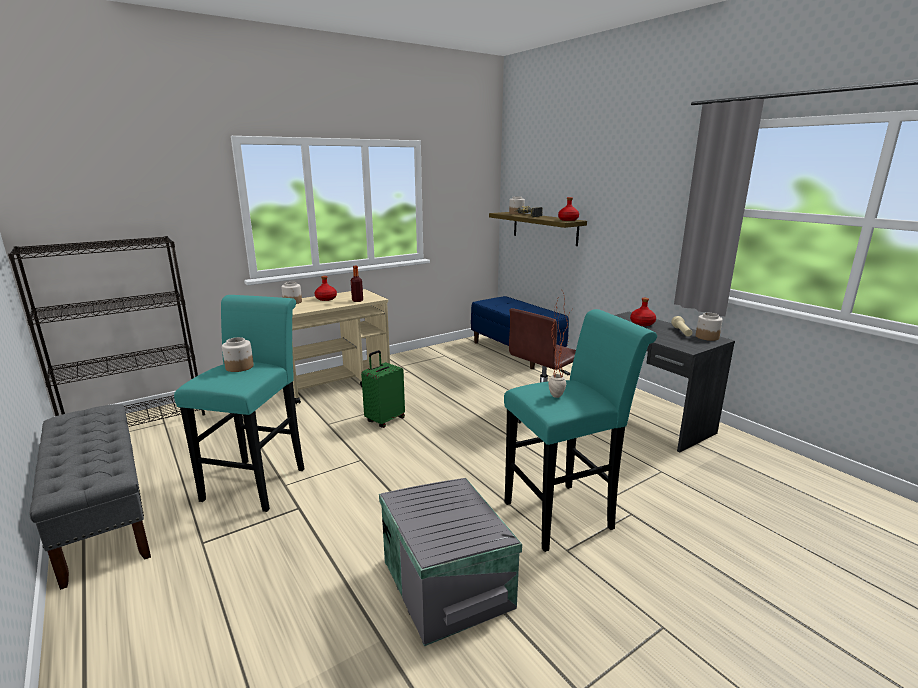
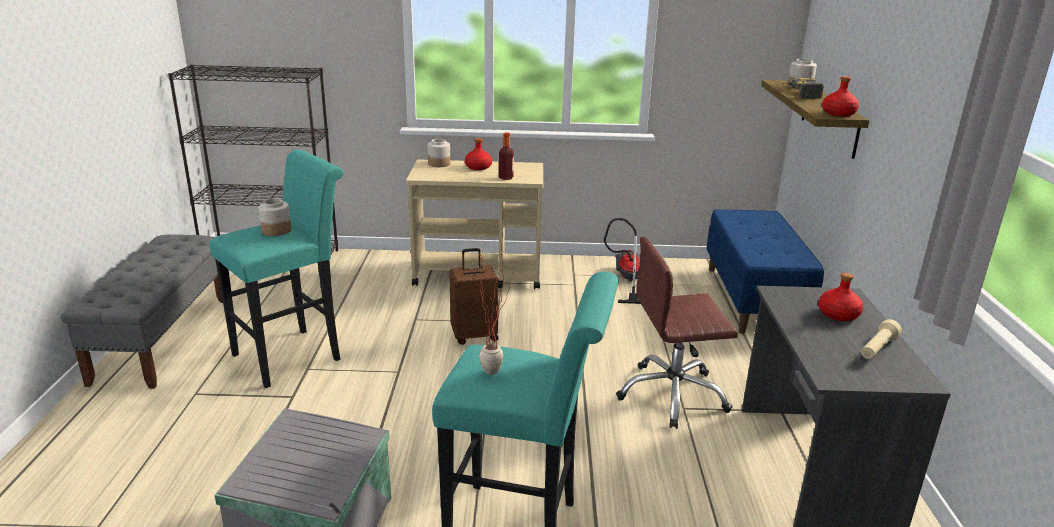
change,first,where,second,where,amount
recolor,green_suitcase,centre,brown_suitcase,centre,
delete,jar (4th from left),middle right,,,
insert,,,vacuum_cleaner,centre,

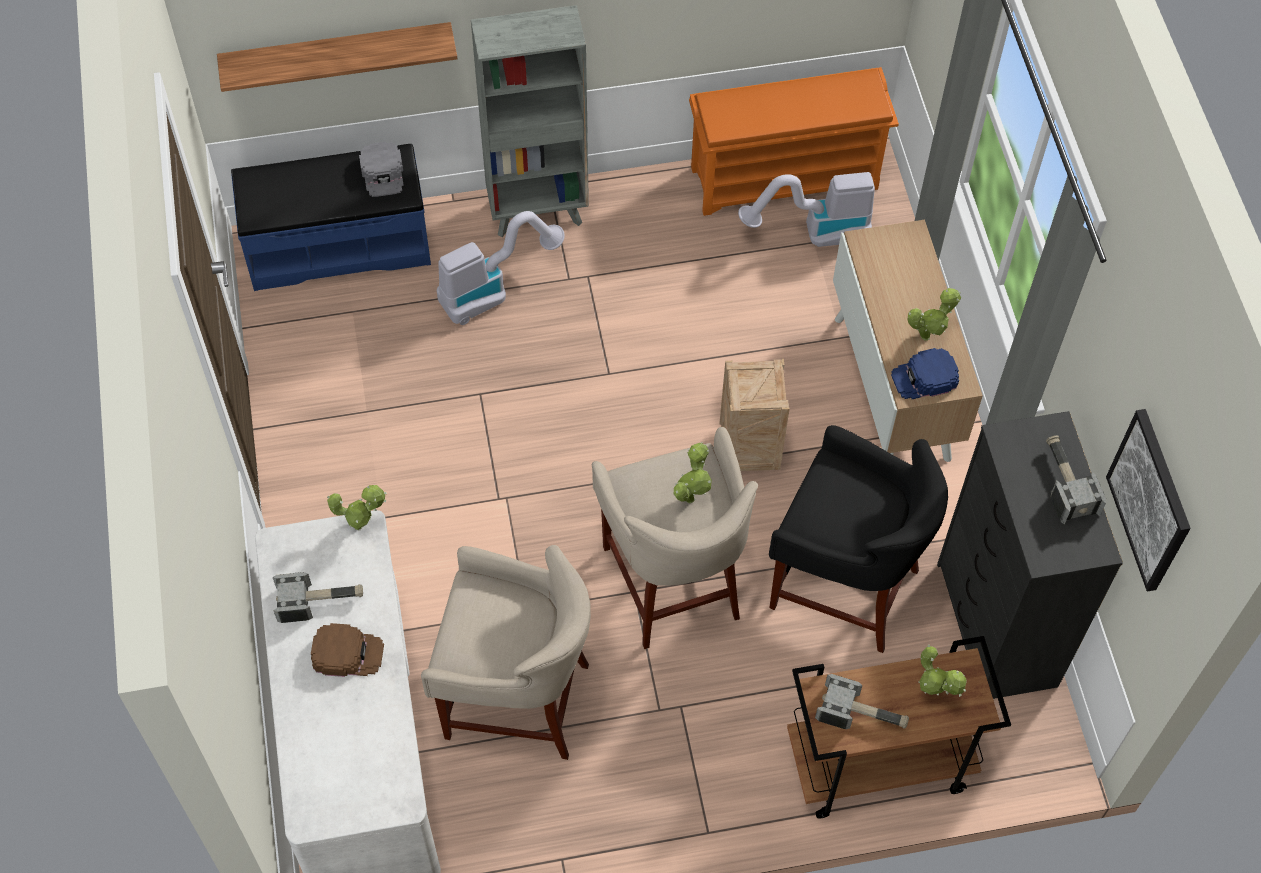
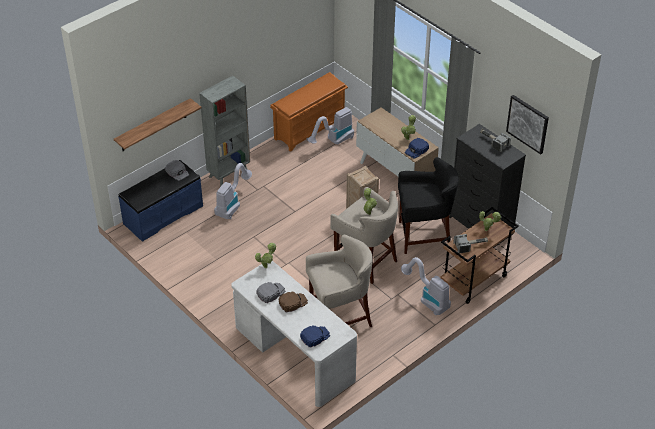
change,first,where,second,where,amount
replace,hammer (1st from left),bottom left,grey_cap (2nd from left),bottom centre,
insert,,,blue_cap (1st from left),bottom centre,
insert,,,vacuum_cleaner (3rd from left),bottom centre,

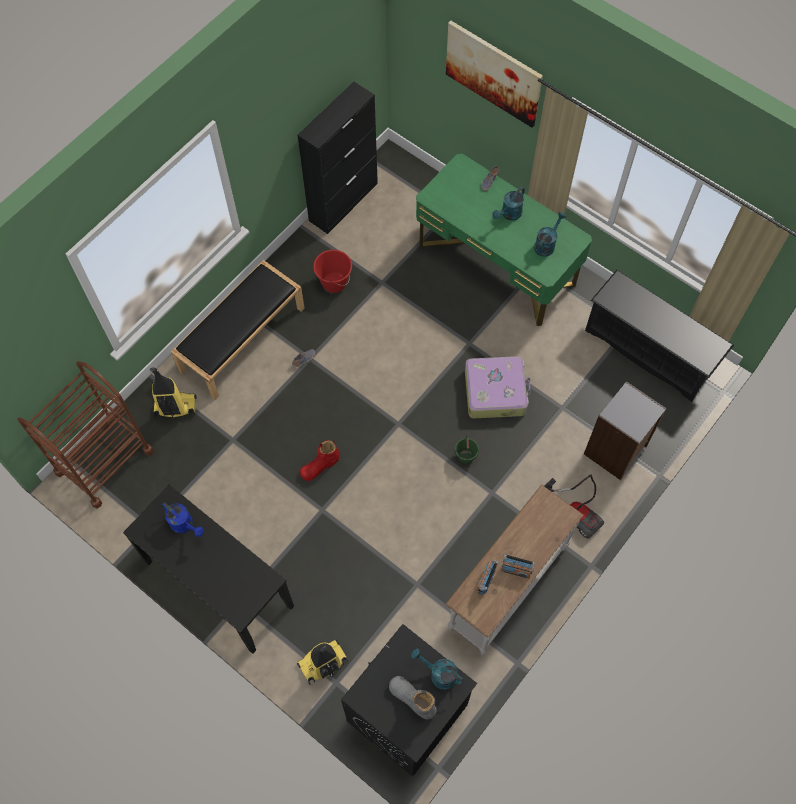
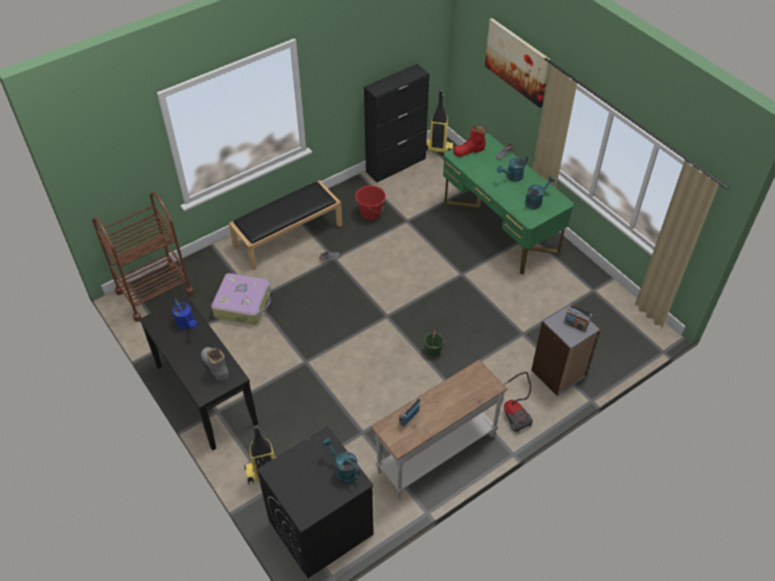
change,first,where,second,where,amount
move,vacuum_cleaner (1st from left in the first image),middle left,vacuum_cleaner (2nd from left),top centre,
move,red_boot,centre,,top centre,
move,grey_boot,bottom centre,,middle left,
move,suitcase,centre,,middle left,
move,radio (2nd from left),bottom centre,,middle right,
delete,black_shoe_rack,middle right,,,

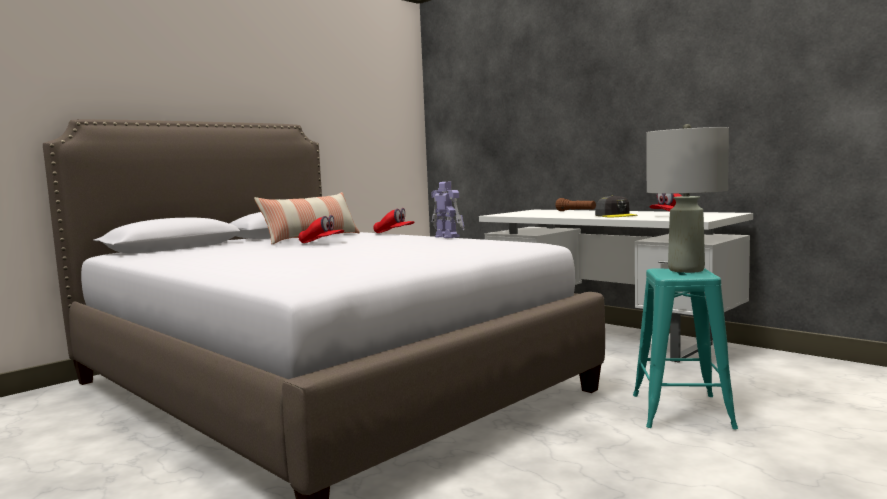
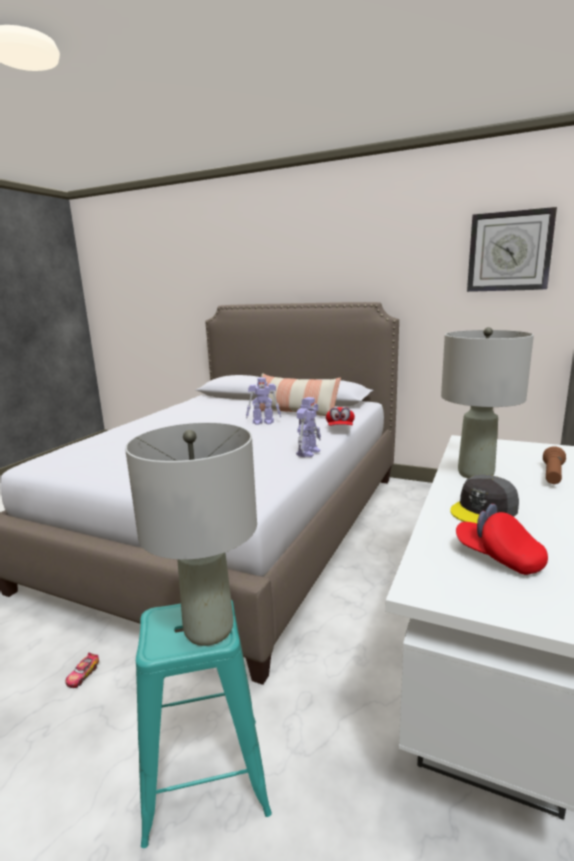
change,first,where,second,where,amount
replace,red_cap (1st from left),centre,toy_robot (1st from left),centre,
insert,,,toy_car,bottom left,
insert,,,grey_table_lamp (2nd from left),middle right,
insert,,,wall_clock,top right,

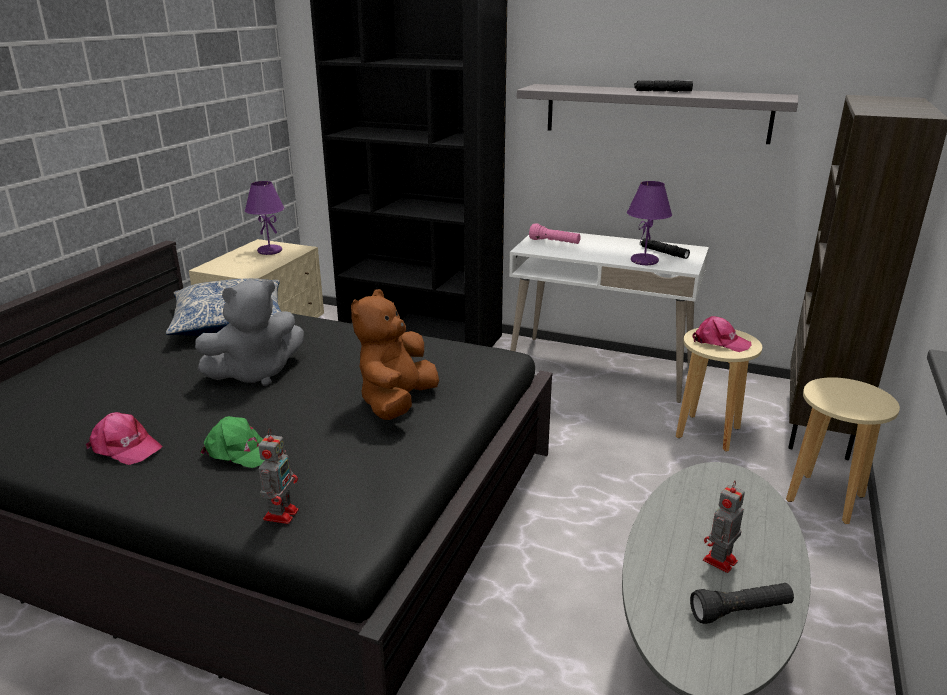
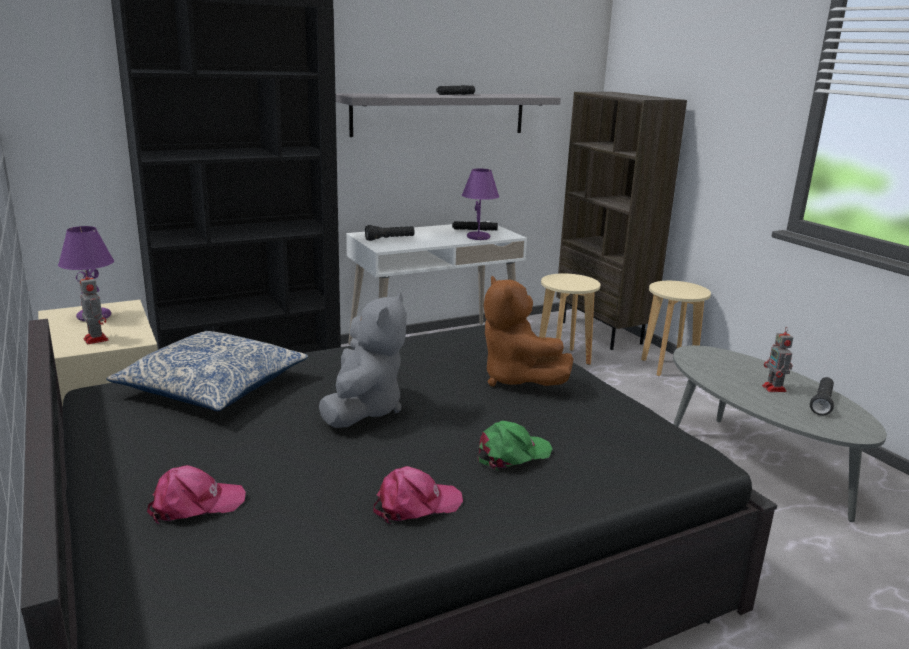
change,first,where,second,where,amount
move,toy_robot (1st from left),bottom left,,middle left,
recolor,pink_flashlight,centre,black_flashlight (1st from left),centre,
move,pink_cap (2nd from left in the first image),middle right,pink_cap (1st from left),bottom left,

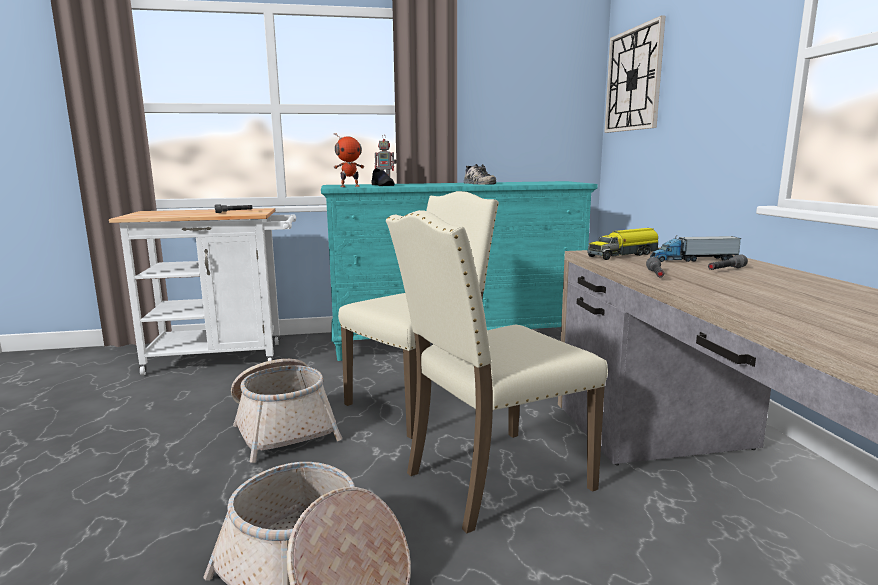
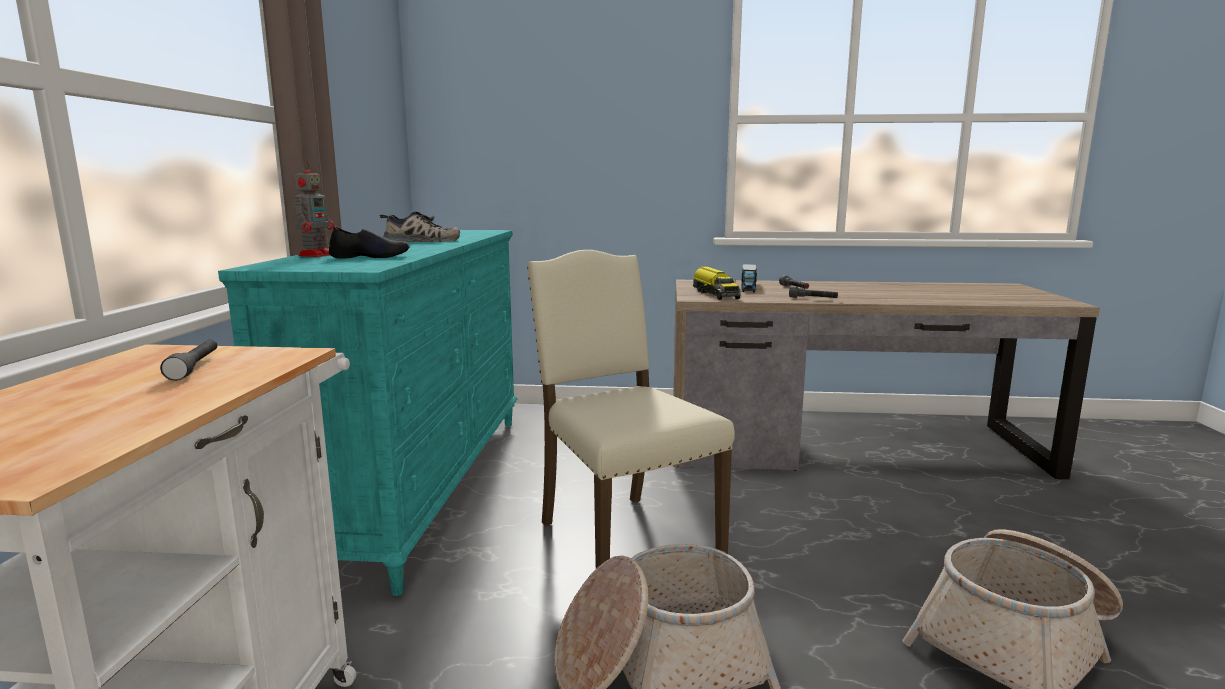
change,first,where,second,where,amount
delete,toy_robot (1st from left),top centre,,,
delete,beige_chair (2nd from left),centre,,,
delete,wall_clock,top right,,,

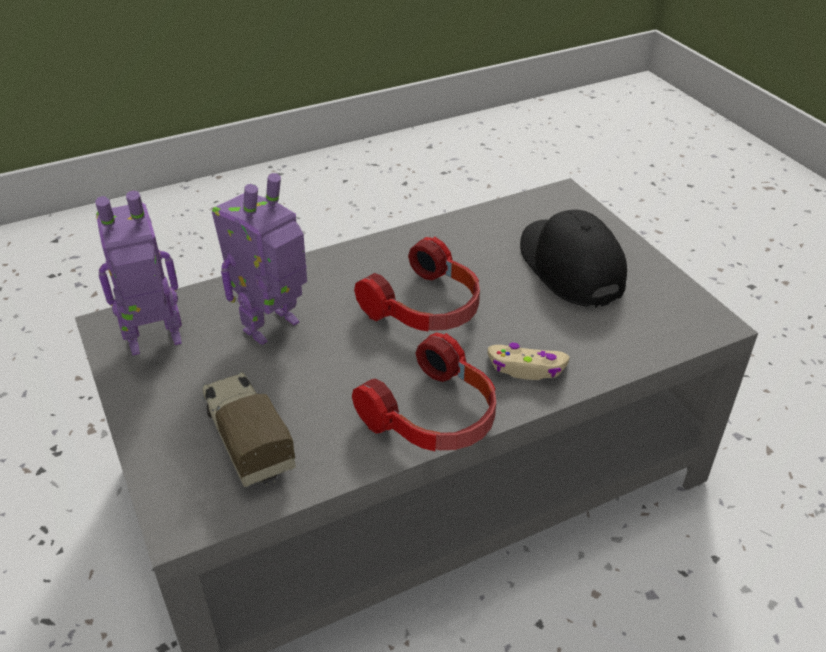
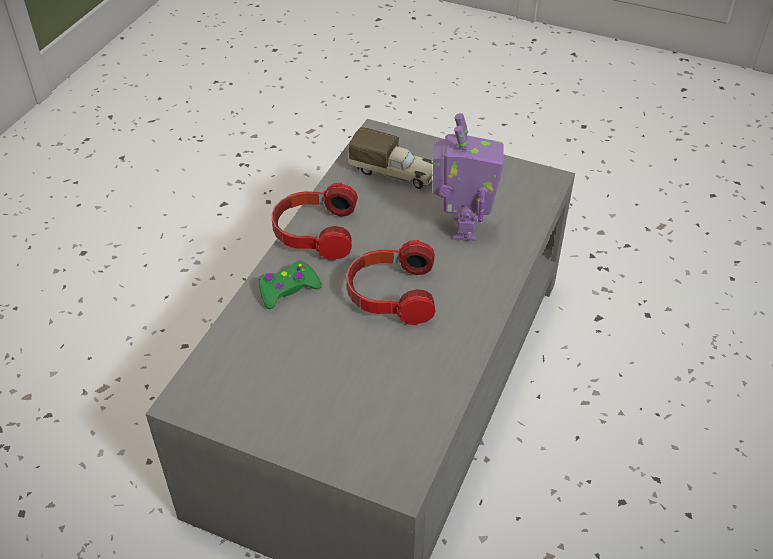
change,first,where,second,where,amount
delete,toy_robot (1st from left),middle left,,,
recolor,beige_game_controller,centre,green_game_controller,centre,
delete,black_cap,middle right,,,

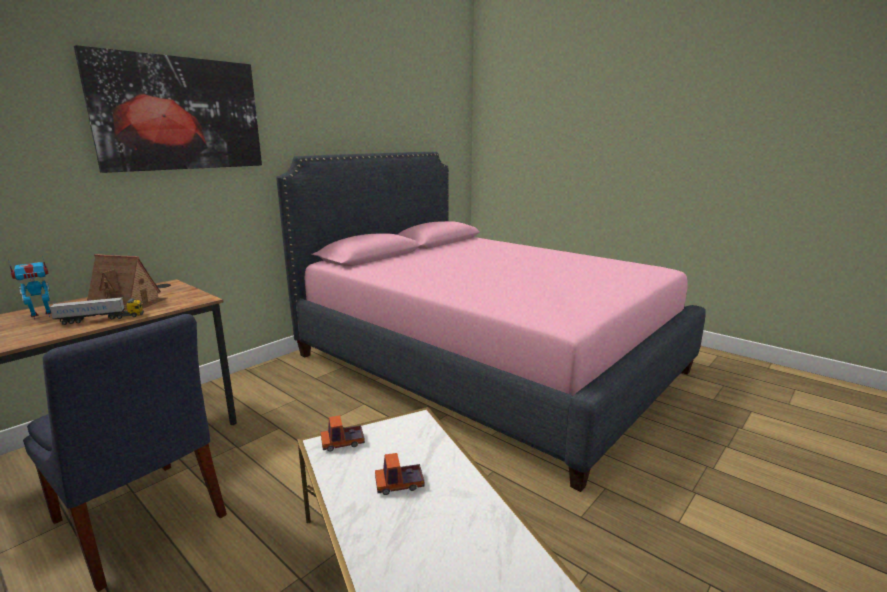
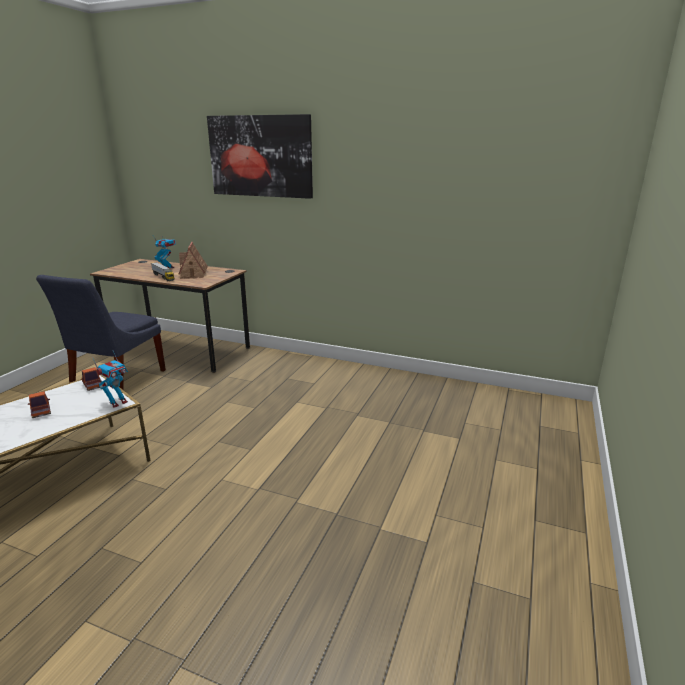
change,first,where,second,where,amount
delete,pink_bed,centre,,,
insert,,,toy_robot (1st from left),middle left,

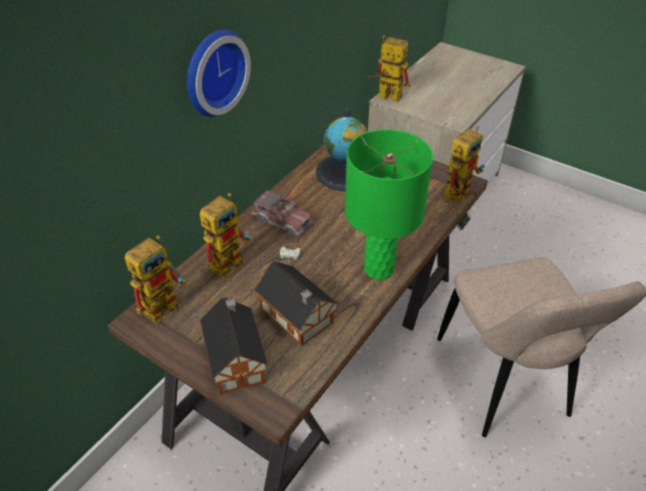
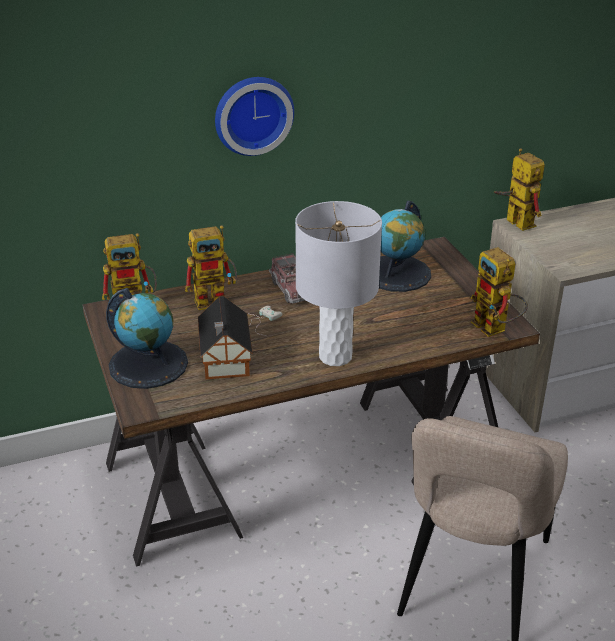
change,first,where,second,where,amount
replace,toy_house (1st from left),bottom centre,globe (1st from left),middle left,
recolor,green_table_lamp,centre,grey_table_lamp,centre,
rotate,toy_robot (4th from left in the first image),middle right,toy_robot (3rd from left),middle right,75 degrees clockwise

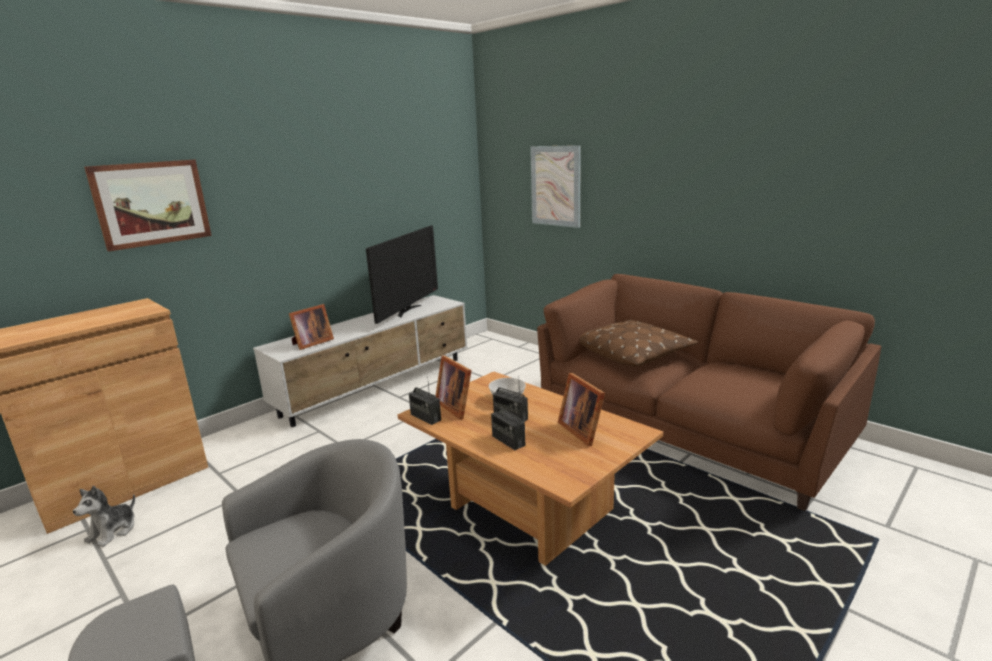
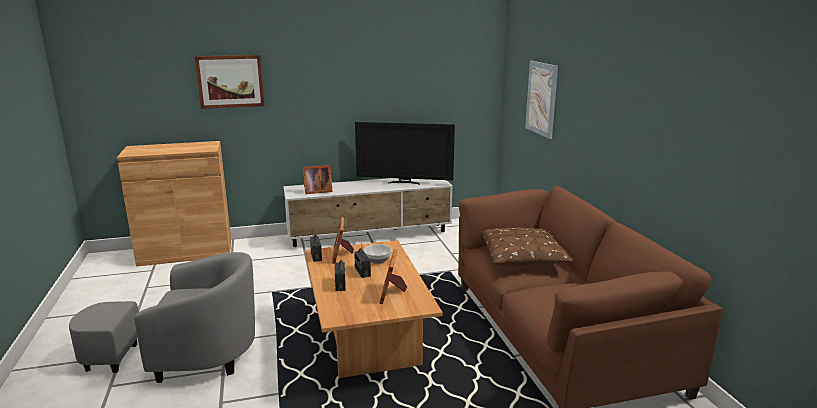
change,first,where,second,where,amount
delete,plush_toy,bottom left,,,
rotate,television,centre,,centre,45 degrees clockwise

